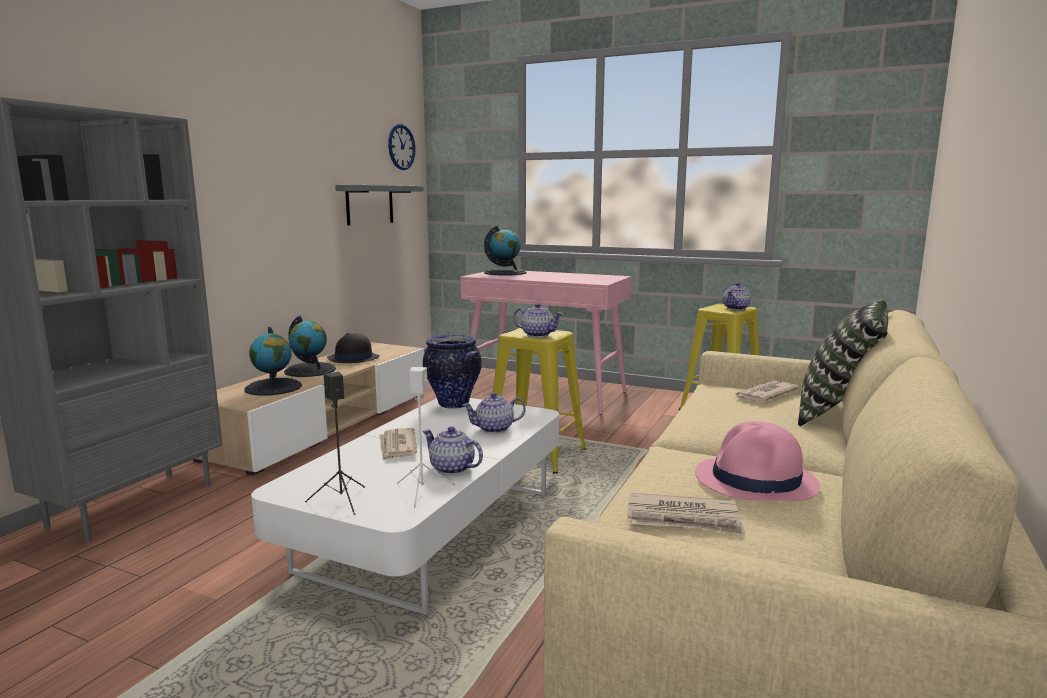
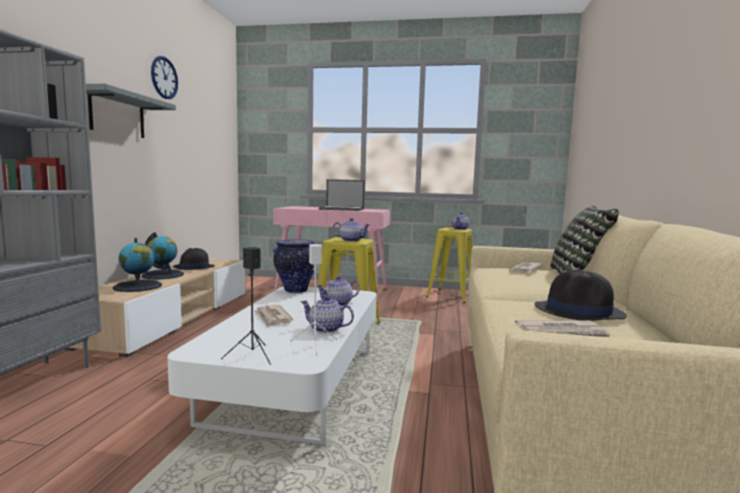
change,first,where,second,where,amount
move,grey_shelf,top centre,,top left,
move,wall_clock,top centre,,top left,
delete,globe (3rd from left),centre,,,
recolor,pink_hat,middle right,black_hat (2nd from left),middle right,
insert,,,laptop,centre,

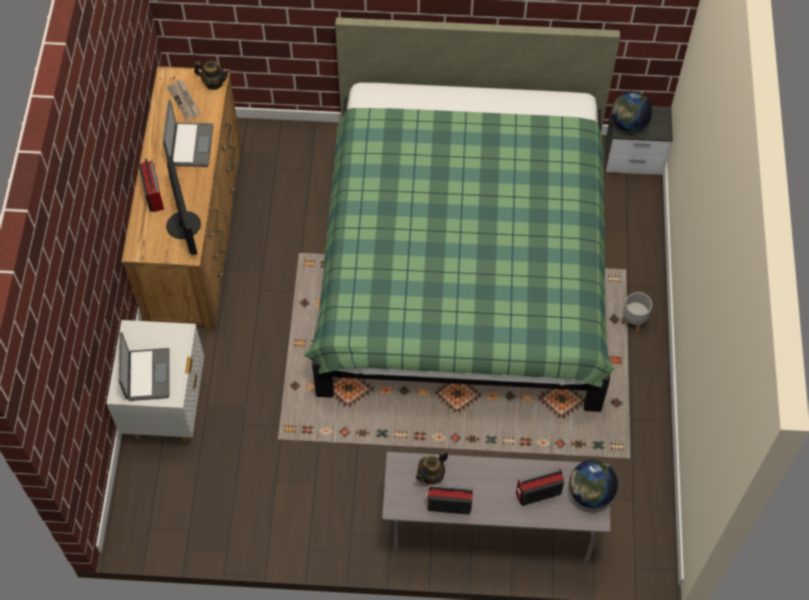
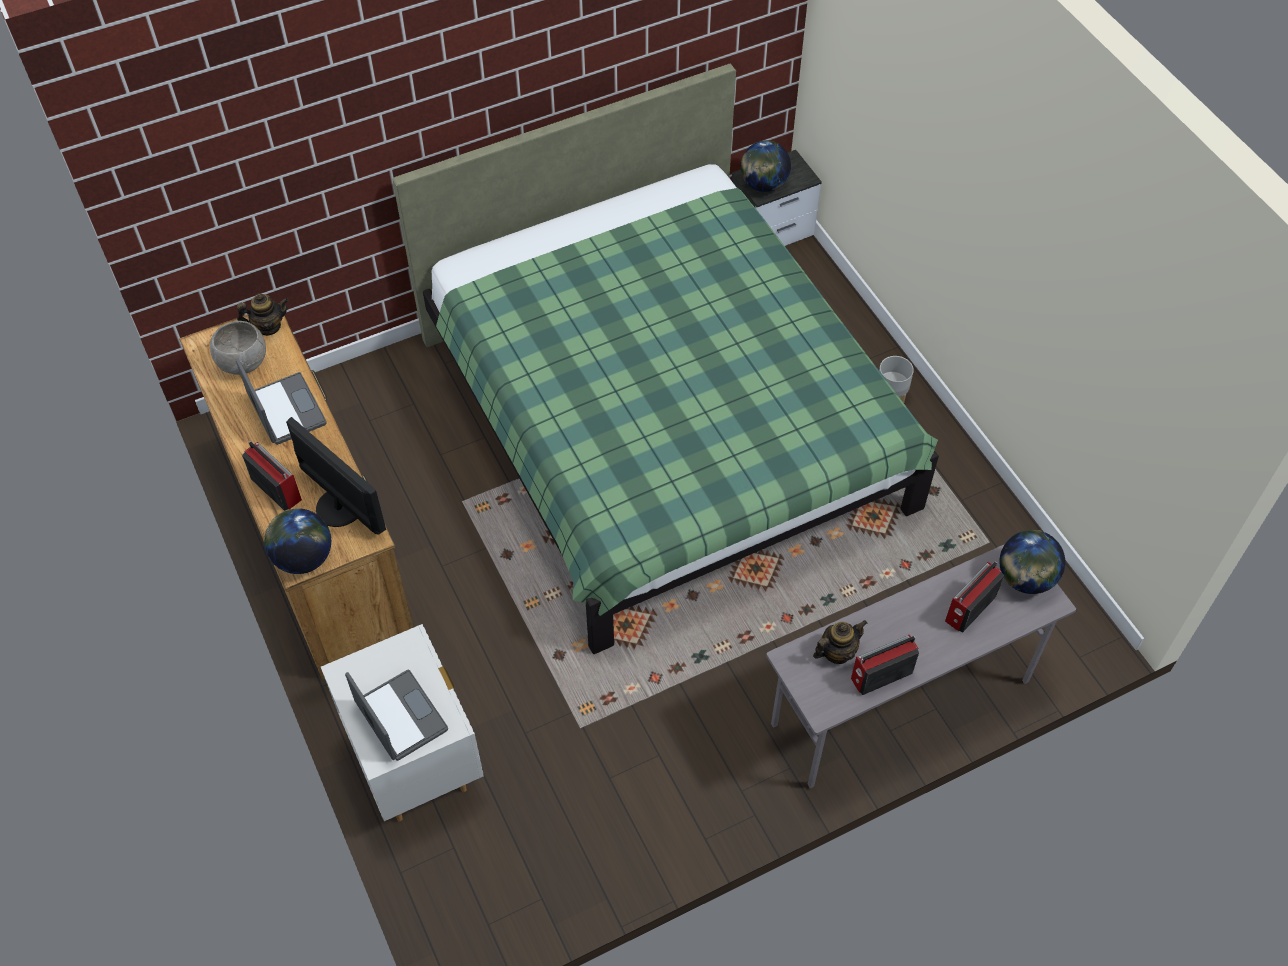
change,first,where,second,where,amount
replace,newspaper,top left,grey_bowl,middle left,
rotate,teapot (2nd from left),bottom centre,,centre,135 degrees counterclockwise
insert,,,globe (1st from left),middle left,

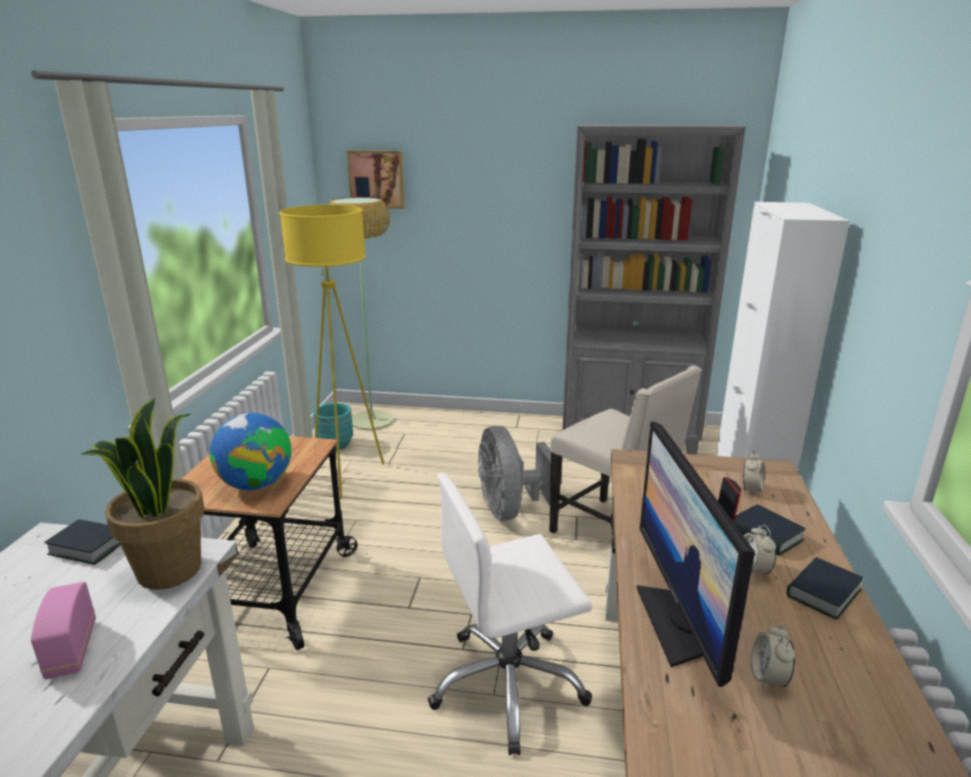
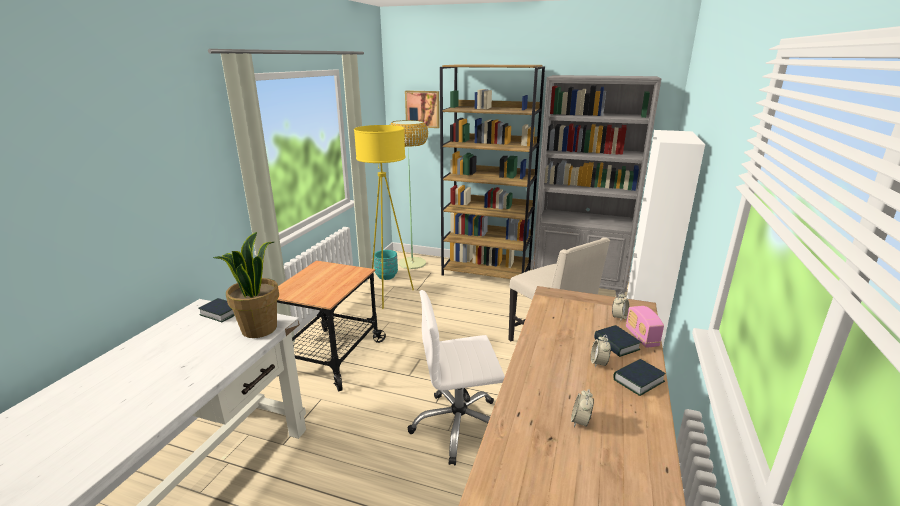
change,first,where,second,where,amount
move,radio,bottom left,,middle right,
delete,globe,middle left,,,
delete,grey_fan,centre,,,
delete,monitor,bottom right,,,
insert,,,brown_bookcase,centre,

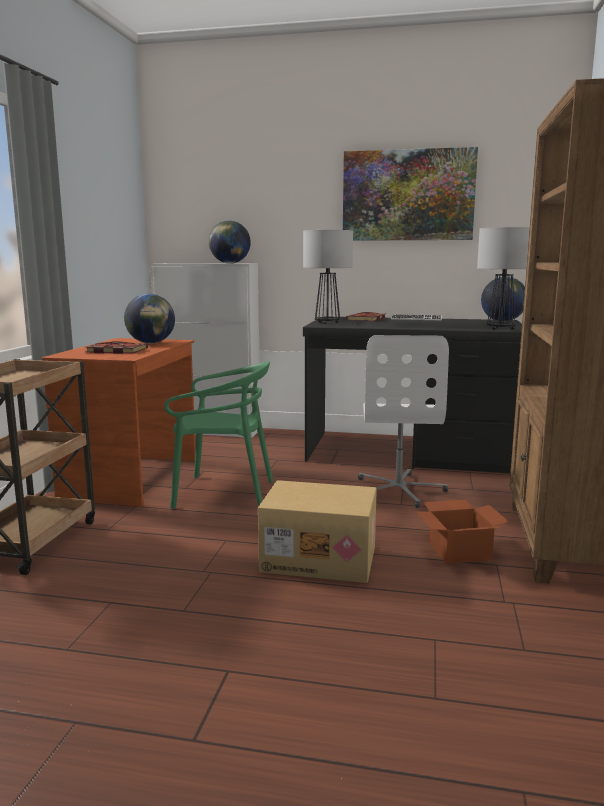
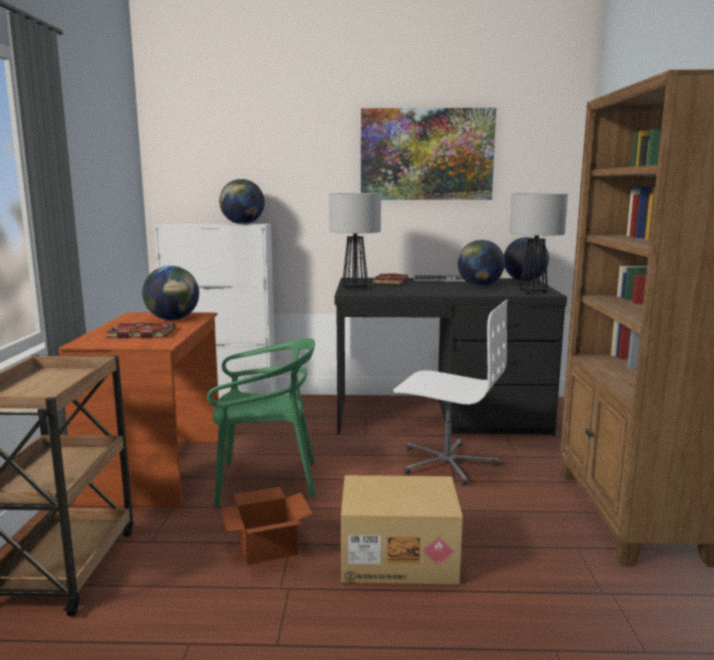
change,first,where,second,where,amount
rotate,white_office_chair,middle right,,centre,60 degrees counterclockwise
move,cardboard_box (2nd from left in the first image),middle right,cardboard_box (1st from left),bottom centre,
insert,,,globe (3rd from left),middle right,

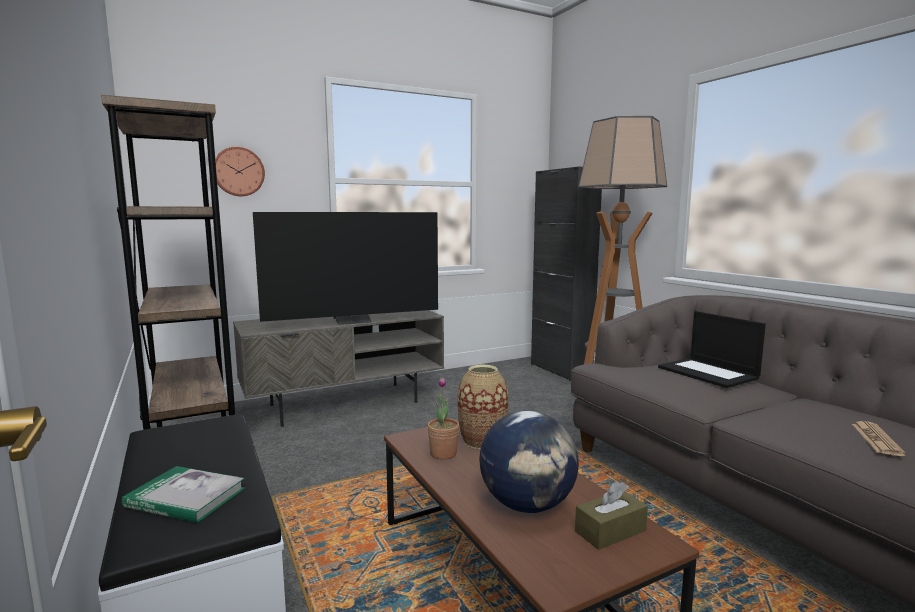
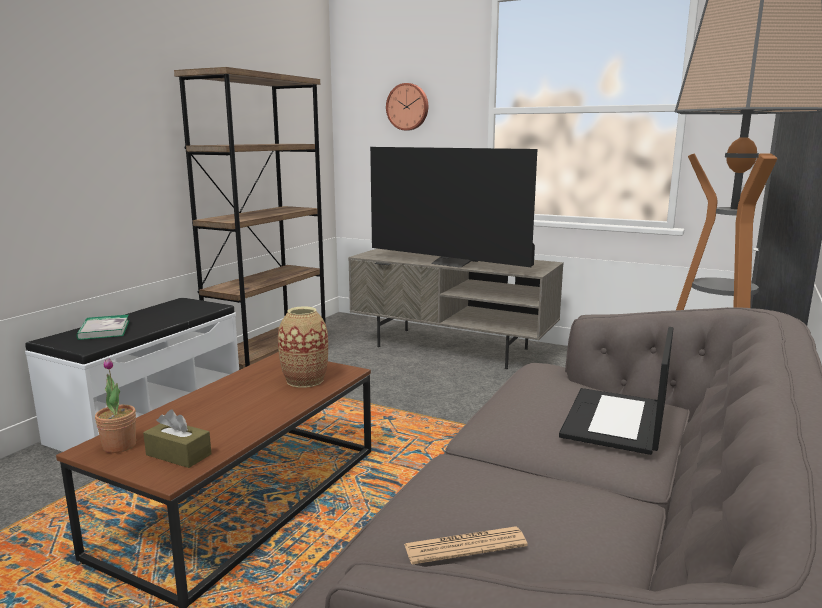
change,first,where,second,where,amount
move,potted_plant,bottom centre,,middle left,
delete,globe,bottom centre,,,

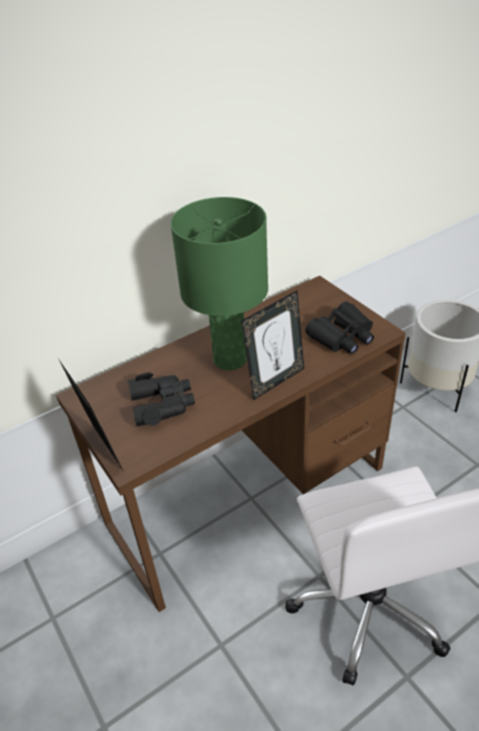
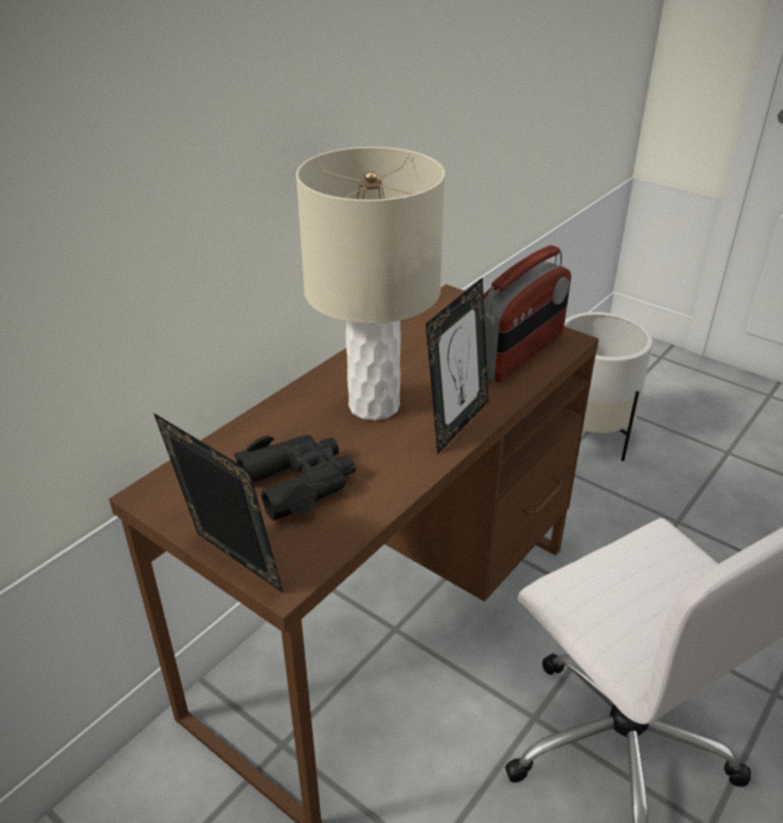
change,first,where,second,where,amount
recolor,green_table_lamp,centre,beige_table_lamp,centre,
replace,black_binoculars (2nd from left),middle right,radio,middle right,

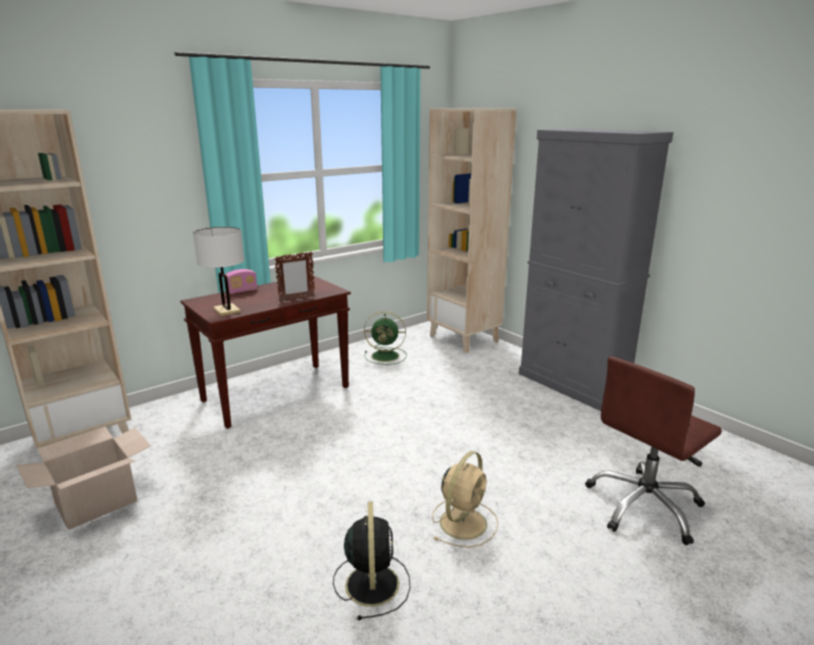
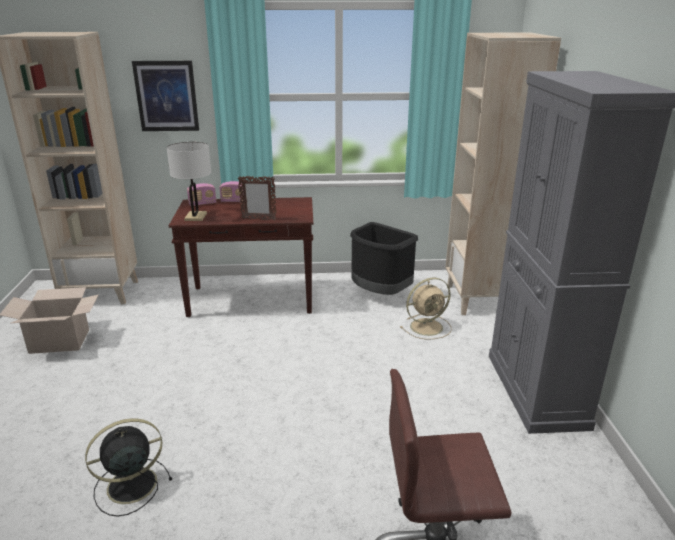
change,first,where,second,where,amount
rotate,black_fan,bottom centre,,bottom left,150 degrees counterclockwise
replace,green_fan,centre,black_trash_can,centre,
move,beige_fan,bottom centre,,centre,
insert,,,picture,top left,
insert,,,radio (1st from left),middle left,

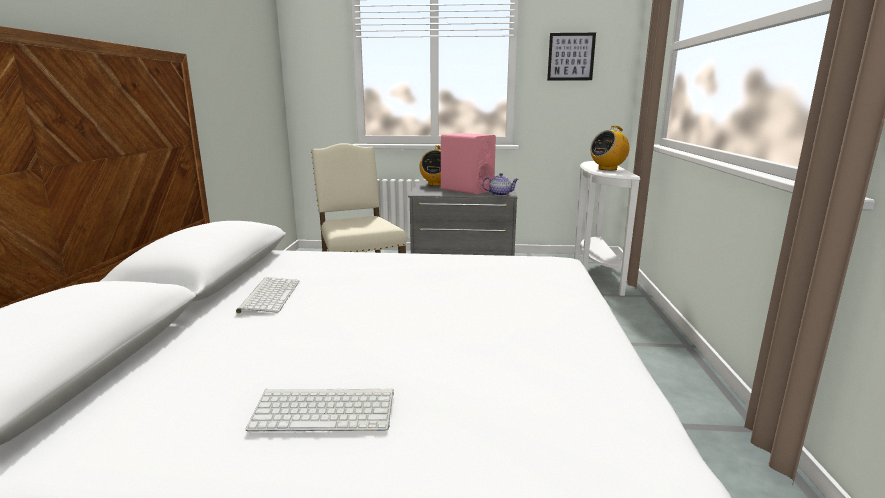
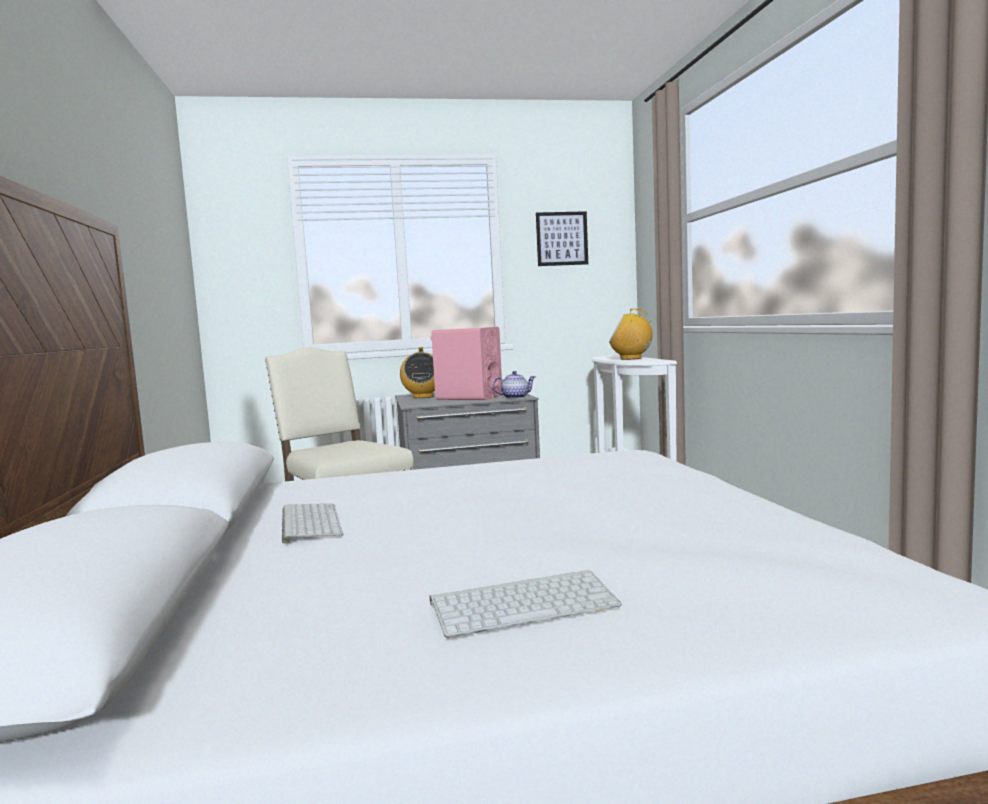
change,first,where,second,where,amount
rotate,radio (2nd from left),top right,,centre,60 degrees clockwise

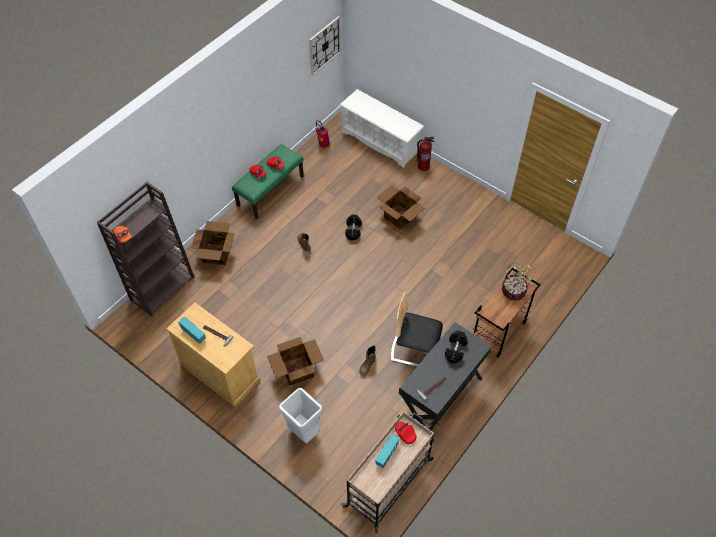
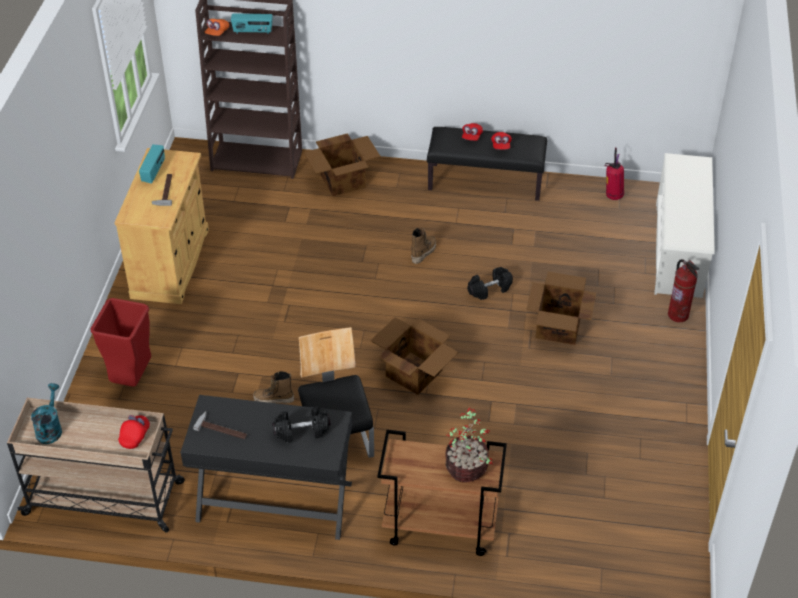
change,first,where,second,where,amount
recolor,green_bench,centre,black_bench,top centre,
move,cardboard_box (2nd from left),bottom centre,,centre,
recolor,white_trash_can,bottom centre,red_trash_can,middle left,
delete,wall_clock,top centre,,,
move,radio (2nd from left),bottom centre,,top left,
insert,,,turquoise_watering_can,bottom left,

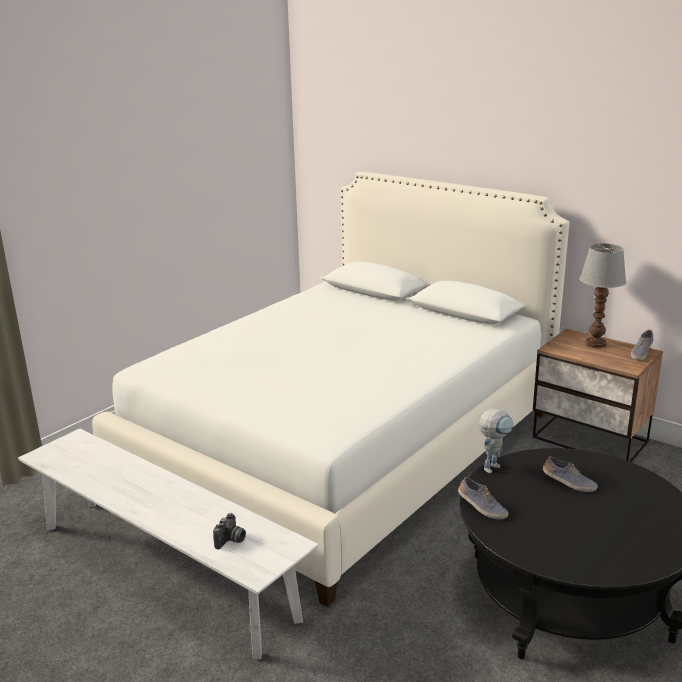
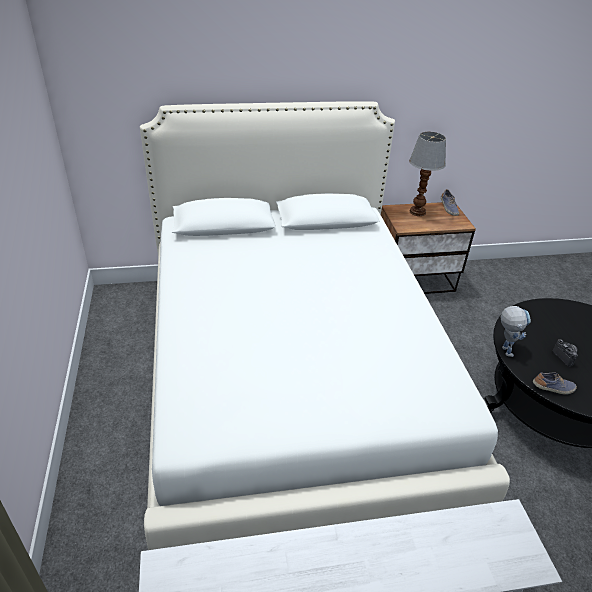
change,first,where,second,where,amount
move,photo_camera,bottom centre,,middle right,
delete,shoe (2nd from left),bottom right,,,

